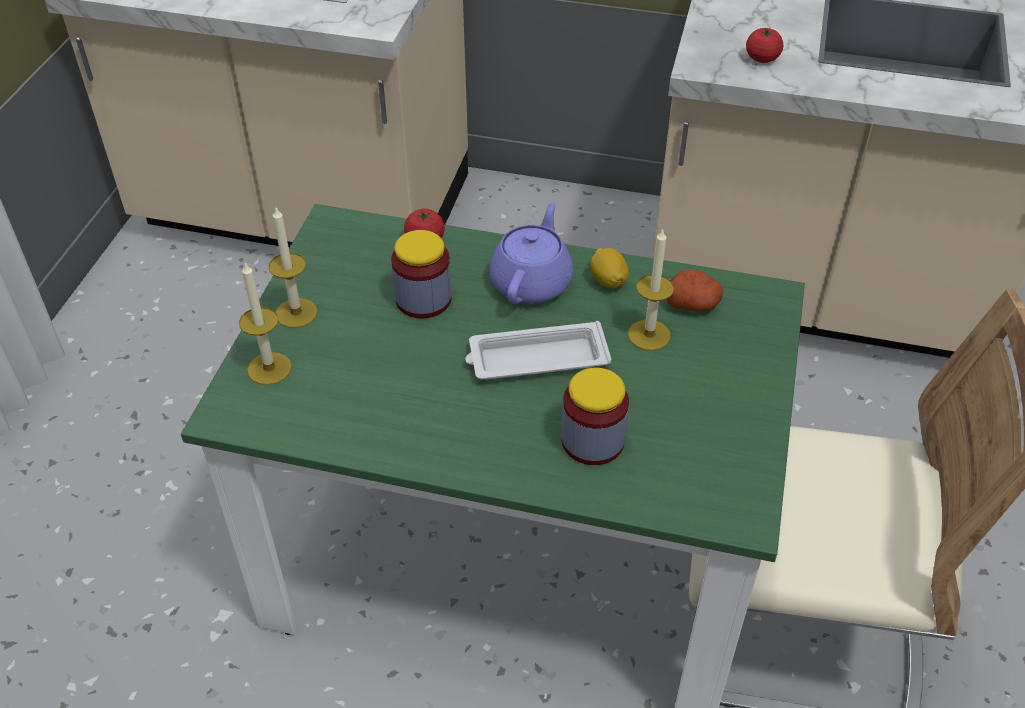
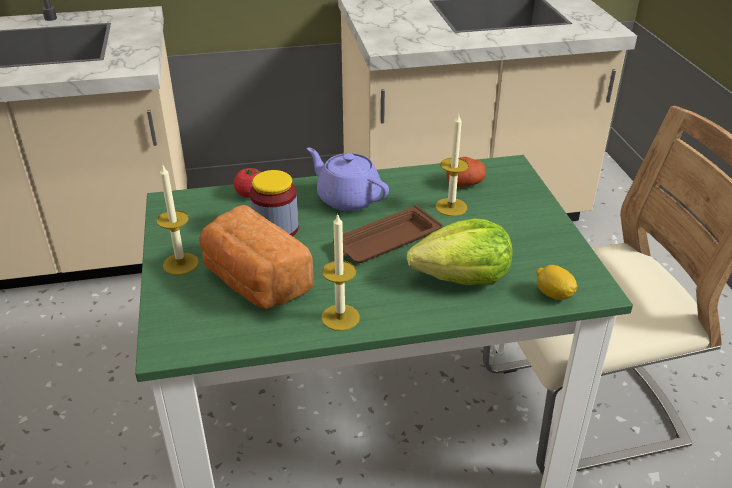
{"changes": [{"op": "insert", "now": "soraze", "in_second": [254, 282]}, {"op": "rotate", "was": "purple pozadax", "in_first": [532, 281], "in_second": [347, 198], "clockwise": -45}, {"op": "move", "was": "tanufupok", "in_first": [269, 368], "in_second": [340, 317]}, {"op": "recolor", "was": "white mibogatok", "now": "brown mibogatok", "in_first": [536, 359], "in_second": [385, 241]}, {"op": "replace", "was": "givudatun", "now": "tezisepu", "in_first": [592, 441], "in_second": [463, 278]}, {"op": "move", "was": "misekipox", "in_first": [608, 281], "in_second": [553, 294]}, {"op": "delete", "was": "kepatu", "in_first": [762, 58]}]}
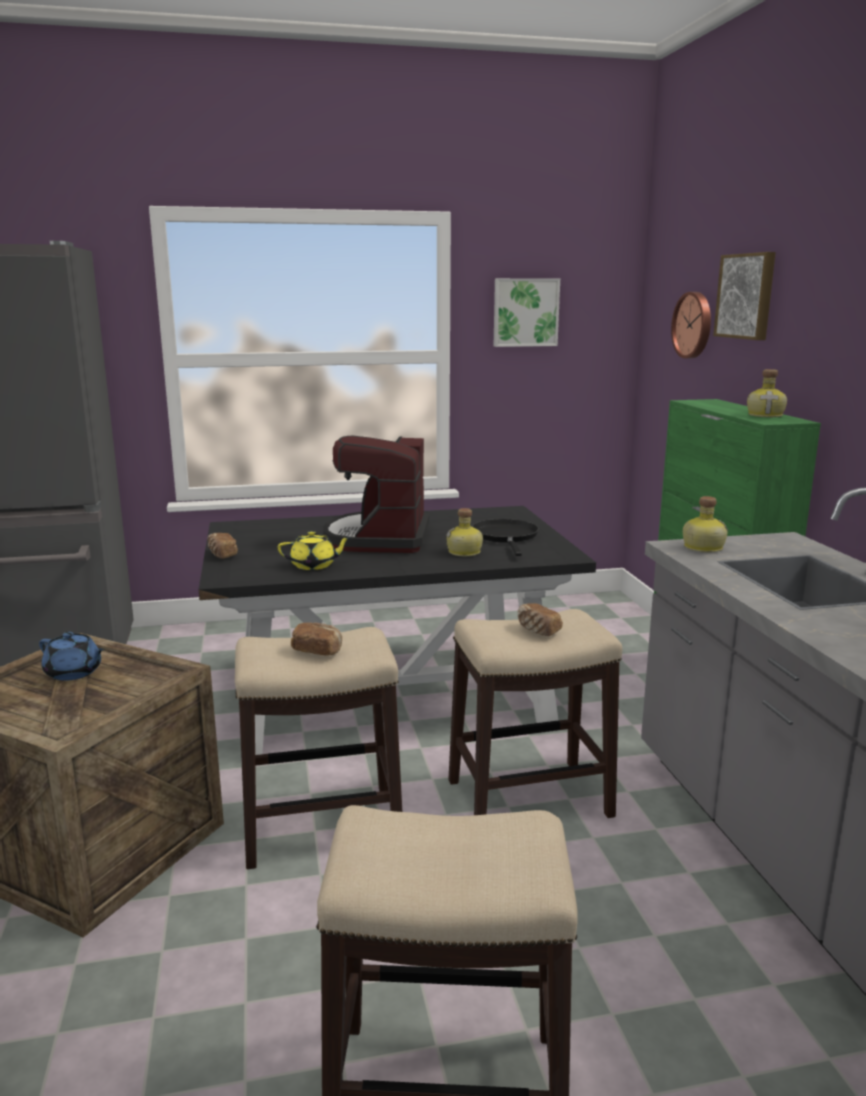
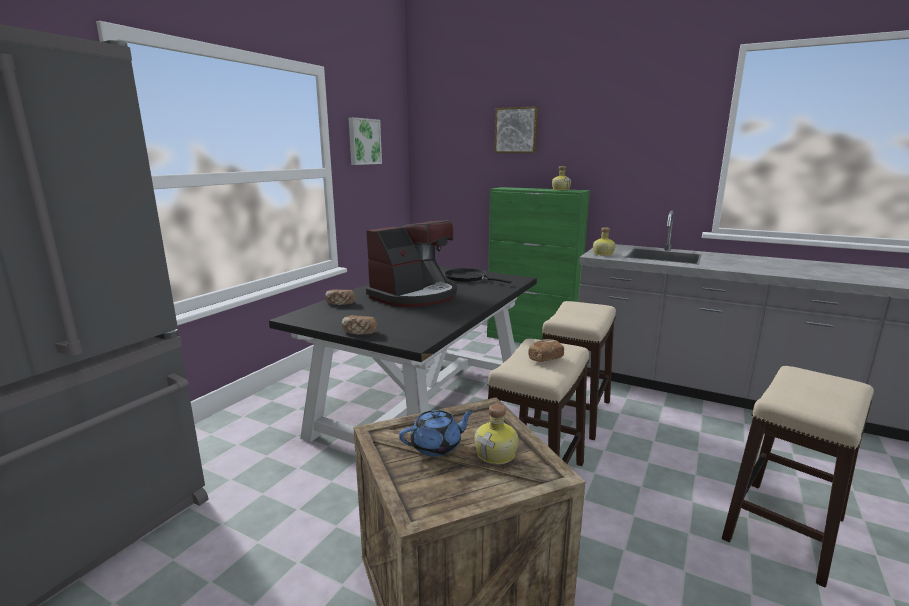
{"changes": [{"op": "move", "was": "soraze", "in_first": [537, 630], "in_second": [340, 303]}, {"op": "rotate", "was": "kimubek", "in_first": [379, 538], "in_second": [414, 296], "clockwise": -90}, {"op": "move", "was": "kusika", "in_first": [465, 552], "in_second": [497, 454]}, {"op": "delete", "was": "yellow pozadax", "in_first": [314, 565]}, {"op": "delete", "was": "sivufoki", "in_first": [694, 325]}]}
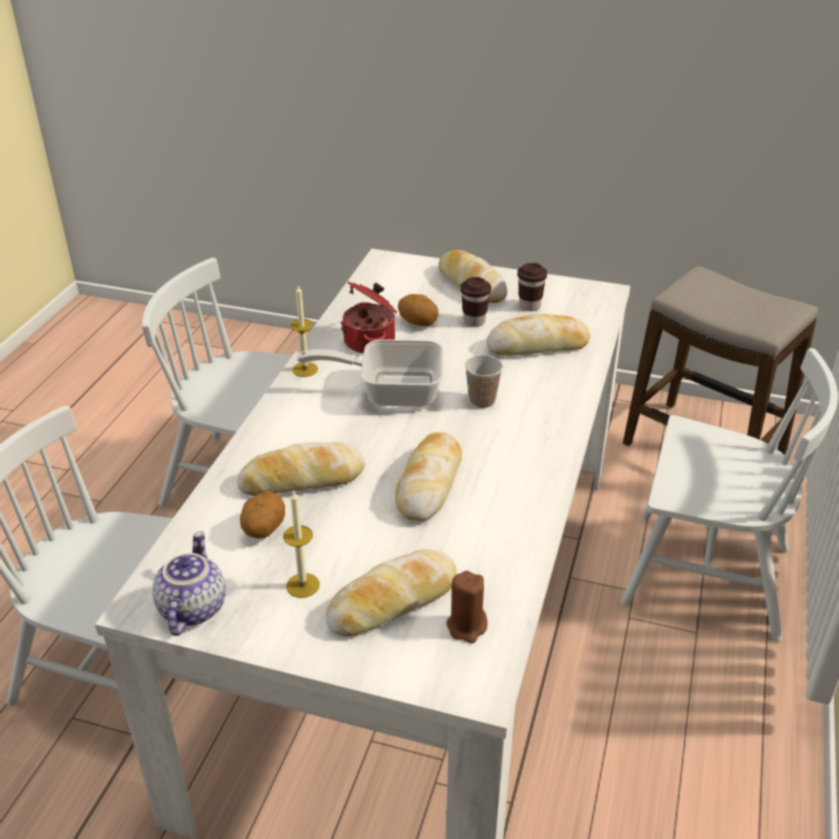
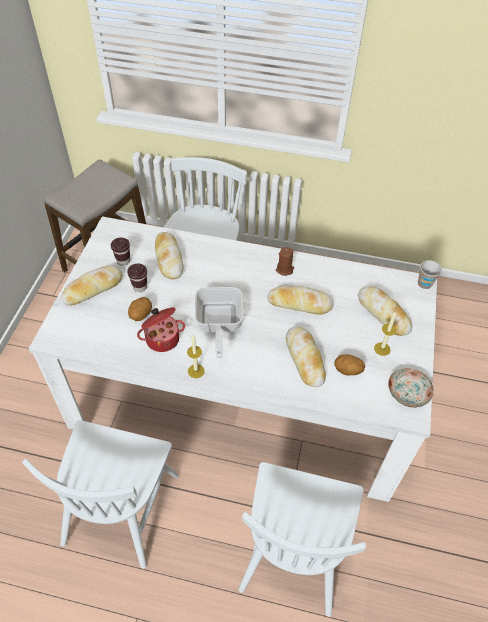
{"changes": [{"op": "move", "was": "brown tanufupok", "in_first": [467, 626], "in_second": [285, 269]}, {"op": "replace", "was": "pozadax", "now": "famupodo", "in_first": [191, 608], "in_second": [408, 393]}, {"op": "move", "was": "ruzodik", "in_first": [482, 401], "in_second": [424, 284]}]}
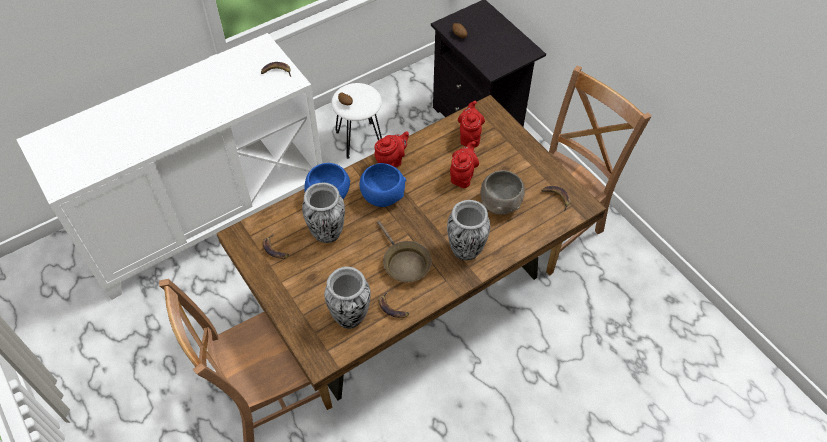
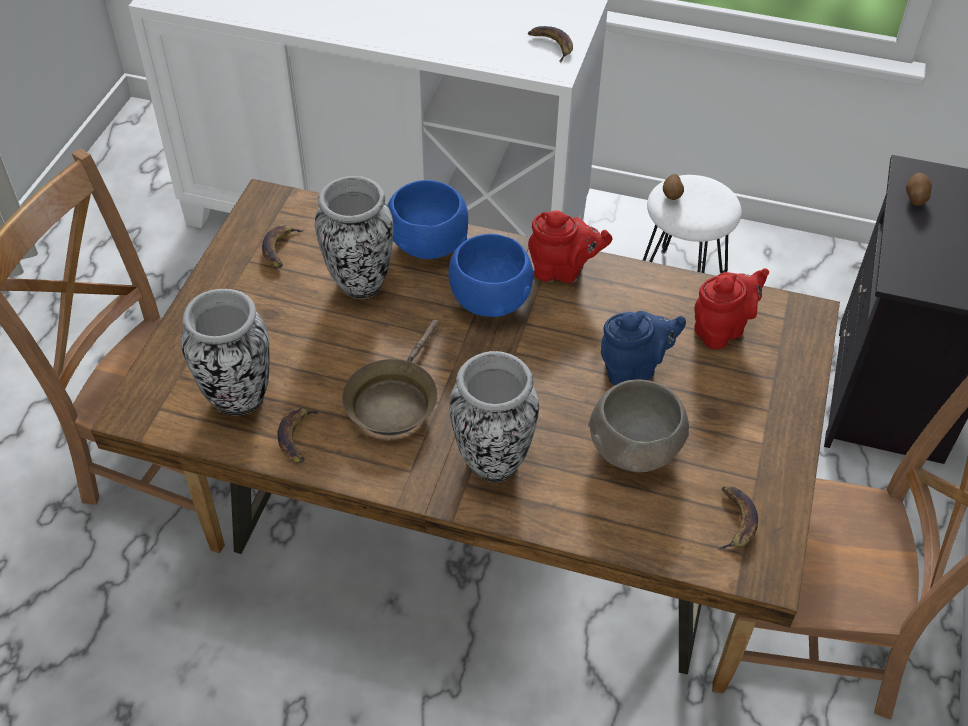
{"changes": [{"op": "recolor", "was": "red pozadax", "now": "blue pozadax", "in_first": [462, 176], "in_second": [634, 368]}]}
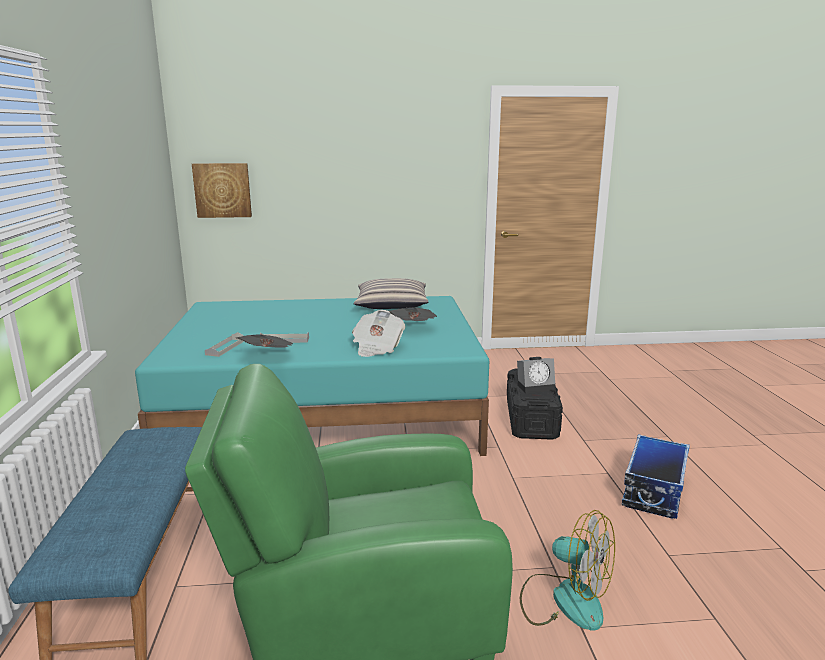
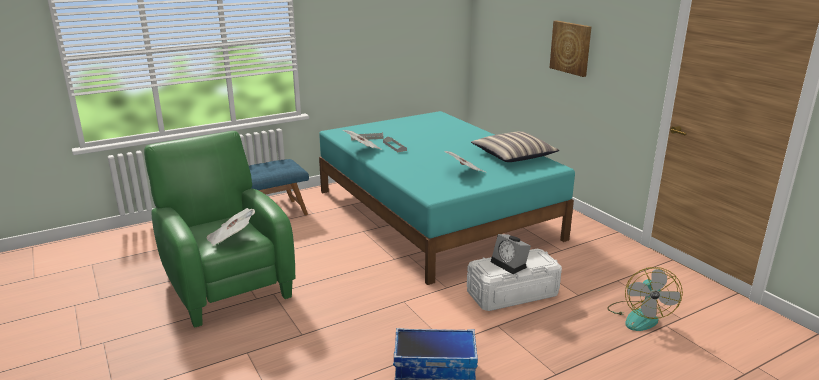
{"changes": [{"op": "move", "was": "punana", "in_first": [377, 348], "in_second": [231, 238]}, {"op": "recolor", "was": "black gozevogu", "now": "white gozevogu", "in_first": [531, 419], "in_second": [512, 294]}, {"op": "move", "was": "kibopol", "in_first": [222, 190], "in_second": [571, 48]}, {"op": "move", "was": "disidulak", "in_first": [564, 599], "in_second": [639, 316]}]}
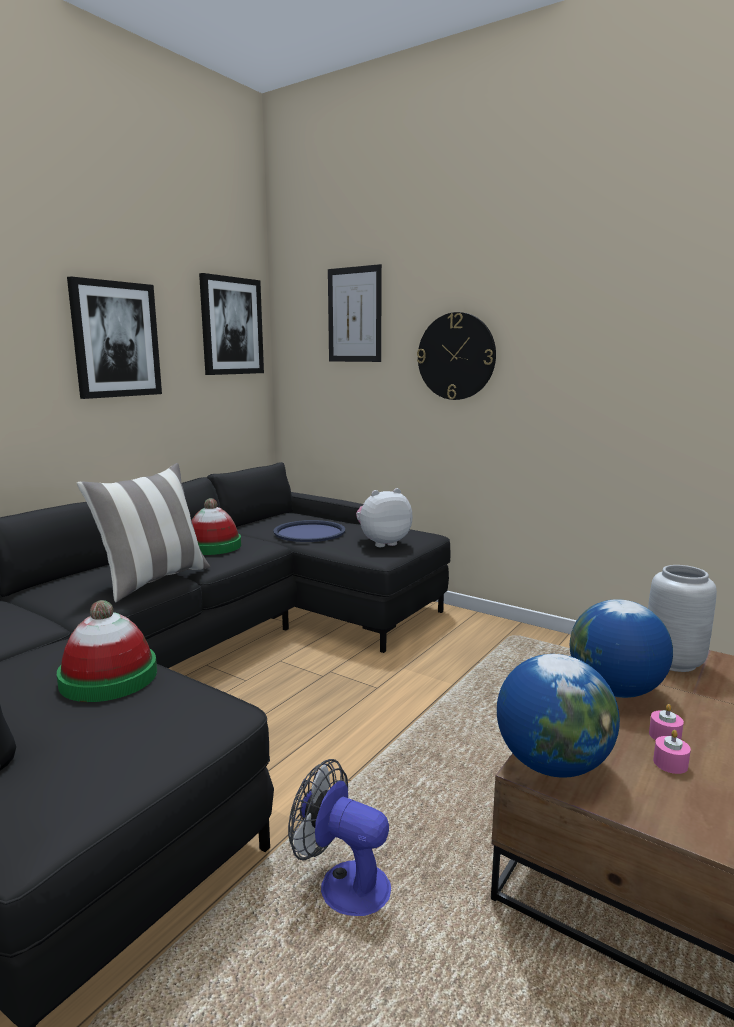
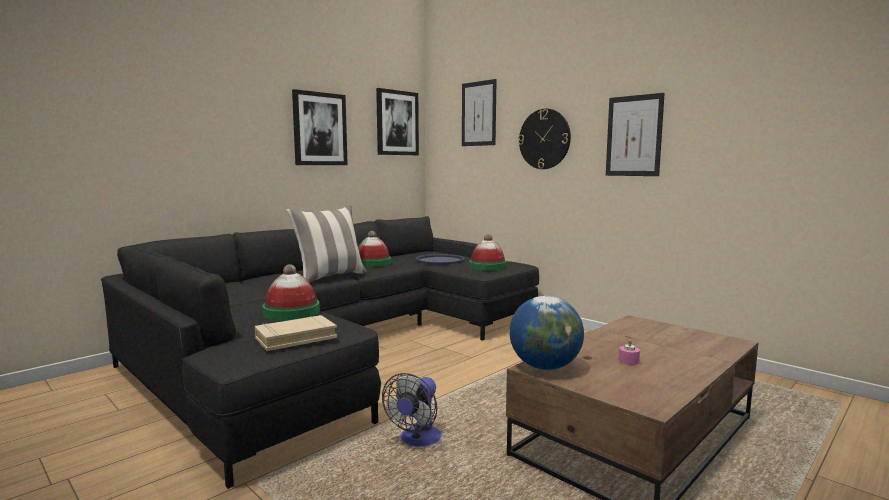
{"changes": [{"op": "insert", "now": "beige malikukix", "in_second": [295, 338]}, {"op": "rotate", "was": "disidulak", "in_first": [343, 884], "in_second": [417, 441], "clockwise": -105}, {"op": "replace", "was": "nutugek", "now": "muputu", "in_first": [382, 543], "in_second": [487, 266]}, {"op": "insert", "now": "kibopol", "in_second": [634, 136]}, {"op": "delete", "was": "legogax", "in_first": [614, 690]}, {"op": "delete", "was": "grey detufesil", "in_first": [674, 662]}, {"op": "delete", "was": "pink tanufupok", "in_first": [670, 763]}]}
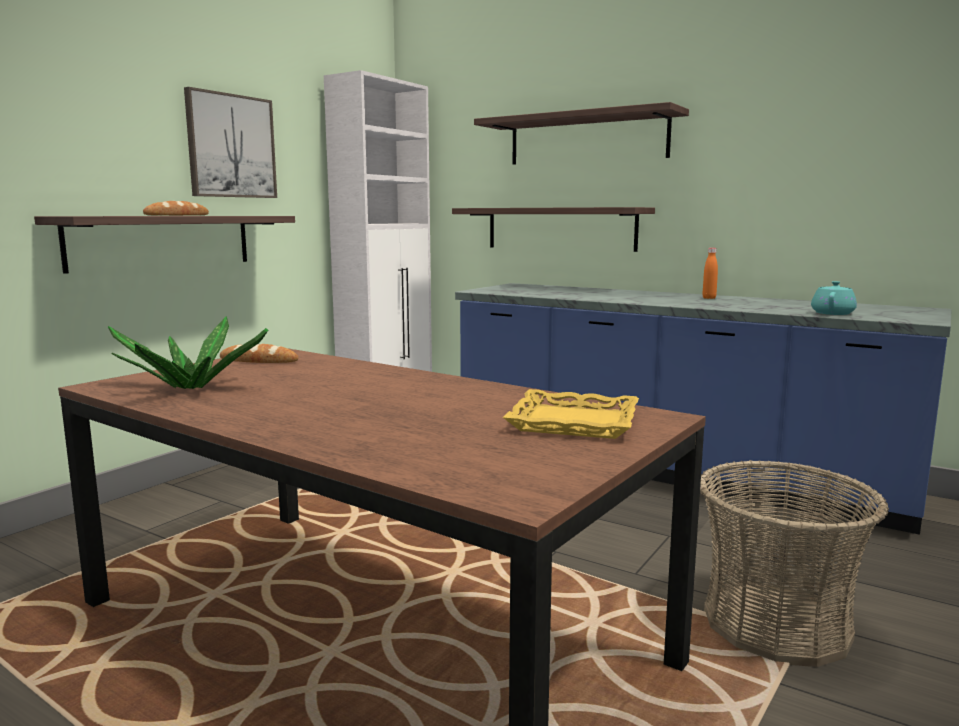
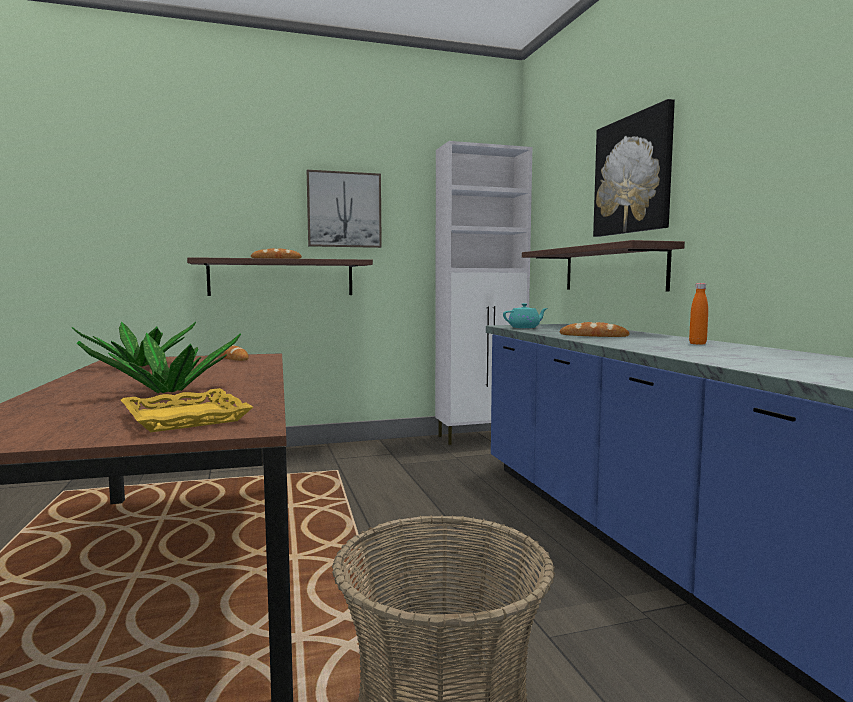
{"changes": [{"op": "insert", "now": "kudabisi", "in_second": [168, 392]}, {"op": "move", "was": "turquoise pozadax", "in_first": [832, 313], "in_second": [525, 327]}, {"op": "insert", "now": "soraze", "in_second": [593, 336]}, {"op": "replace", "was": "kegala", "now": "kibopol", "in_first": [587, 139], "in_second": [633, 175]}]}
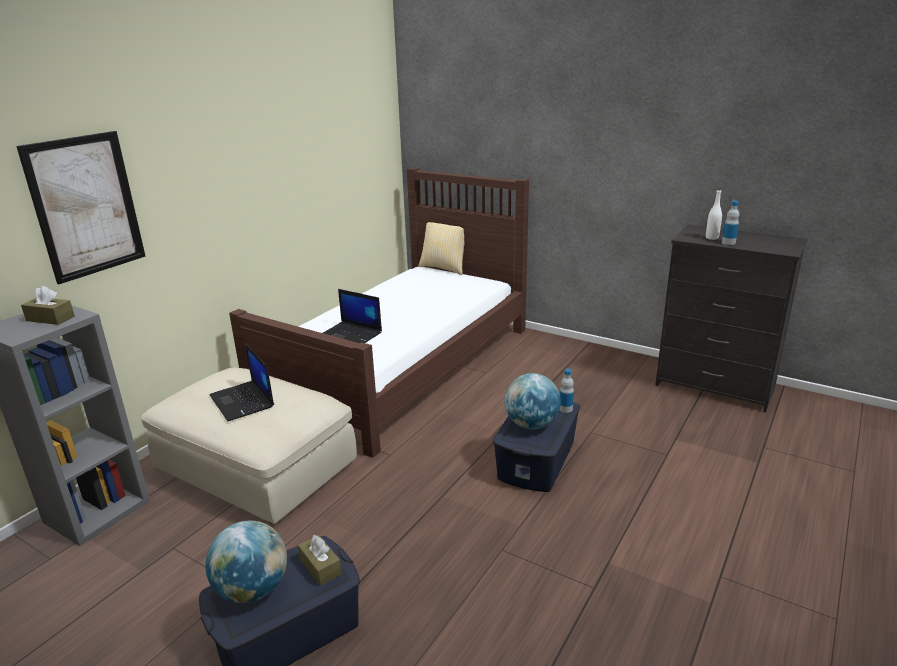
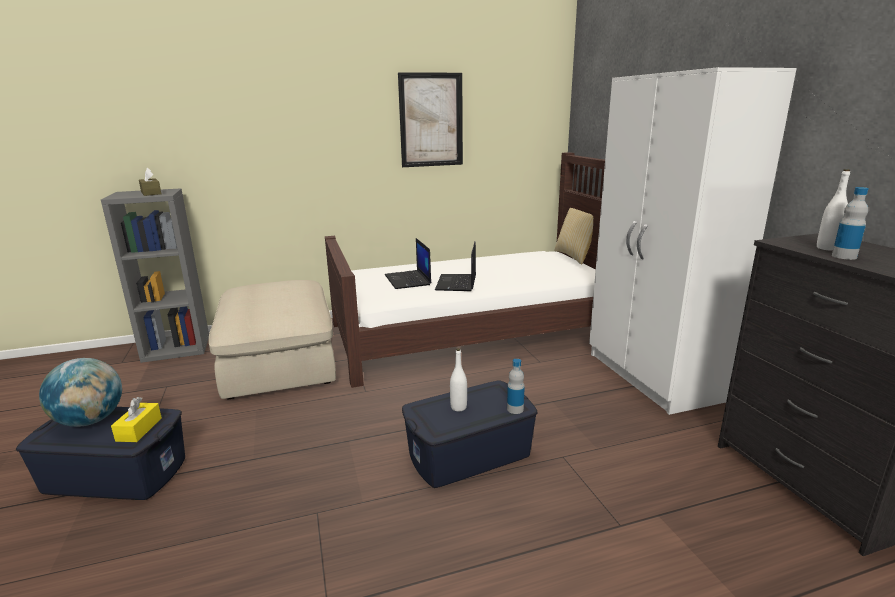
{"changes": [{"op": "recolor", "was": "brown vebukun", "now": "yellow vebukun", "in_first": [320, 567], "in_second": [139, 429]}, {"op": "move", "was": "kibopol", "in_first": [86, 206], "in_second": [431, 120]}, {"op": "move", "was": "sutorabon", "in_first": [243, 401], "in_second": [457, 283]}, {"op": "replace", "was": "legogax", "now": "white kusika", "in_first": [531, 424], "in_second": [458, 407]}, {"op": "insert", "now": "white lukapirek", "in_second": [653, 377]}]}
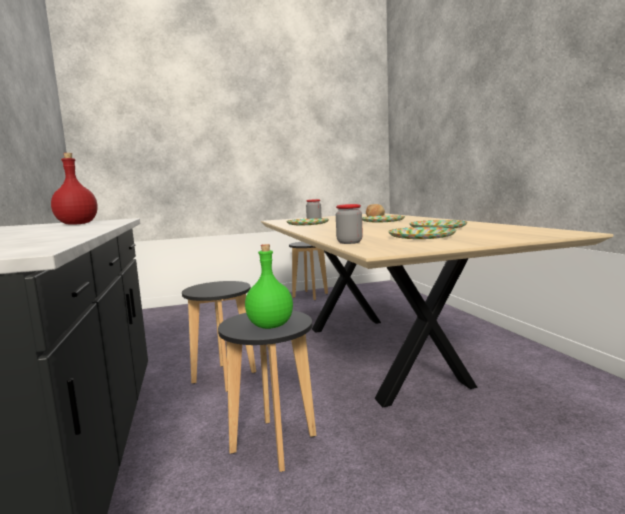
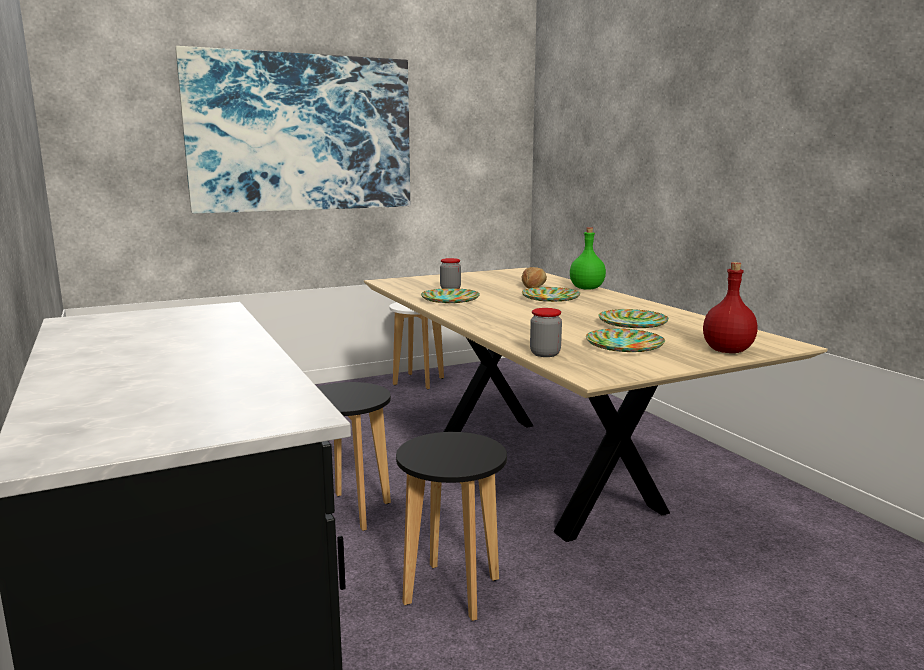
{"changes": [{"op": "insert", "now": "kibopol", "in_second": [302, 133]}, {"op": "recolor", "was": "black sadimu", "now": "white sadimu", "in_first": [310, 295], "in_second": [418, 381]}, {"op": "move", "was": "green kusika", "in_first": [271, 325], "in_second": [587, 288]}, {"op": "move", "was": "red kusika", "in_first": [78, 224], "in_second": [728, 351]}]}
